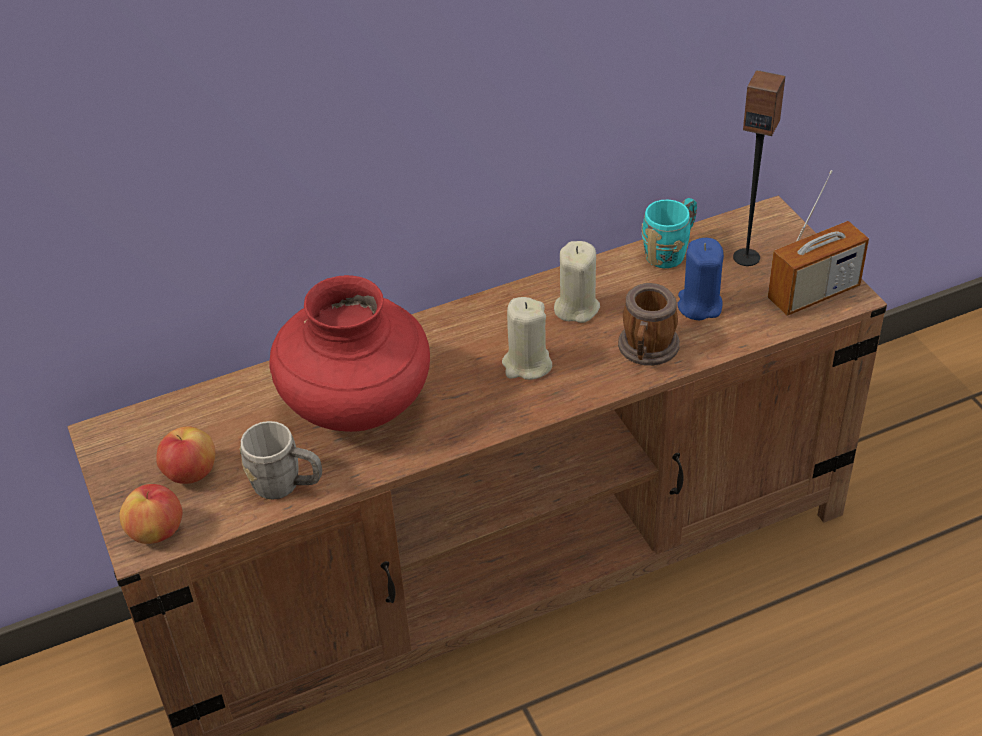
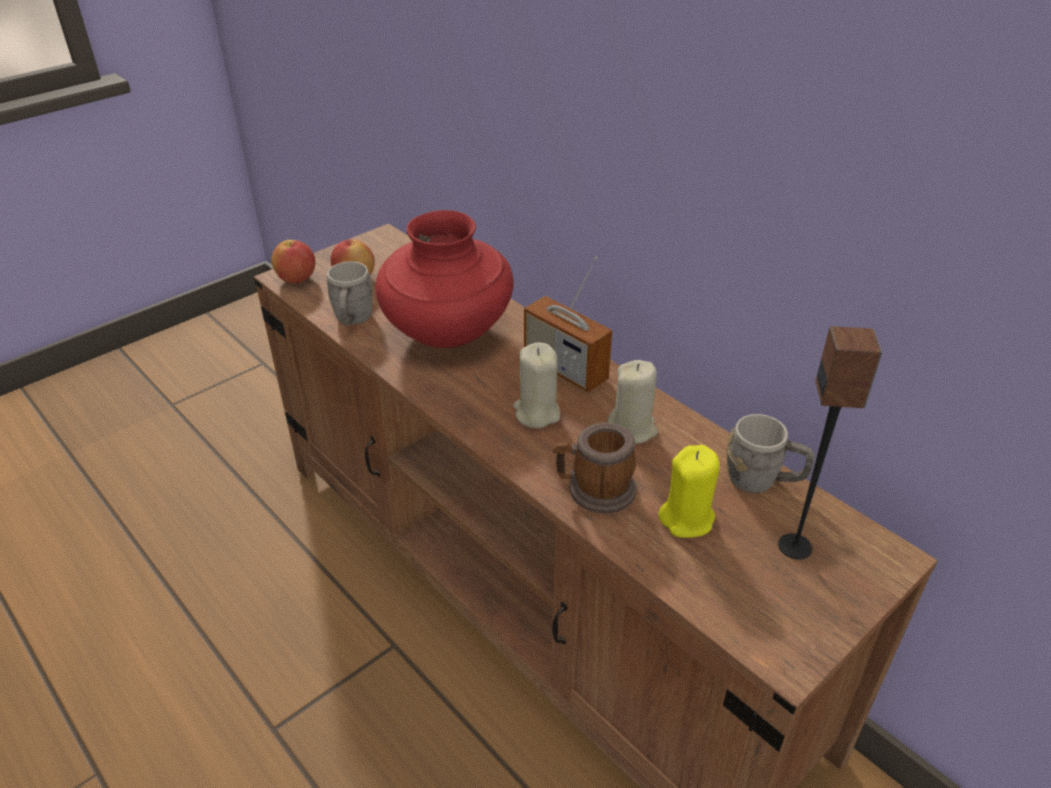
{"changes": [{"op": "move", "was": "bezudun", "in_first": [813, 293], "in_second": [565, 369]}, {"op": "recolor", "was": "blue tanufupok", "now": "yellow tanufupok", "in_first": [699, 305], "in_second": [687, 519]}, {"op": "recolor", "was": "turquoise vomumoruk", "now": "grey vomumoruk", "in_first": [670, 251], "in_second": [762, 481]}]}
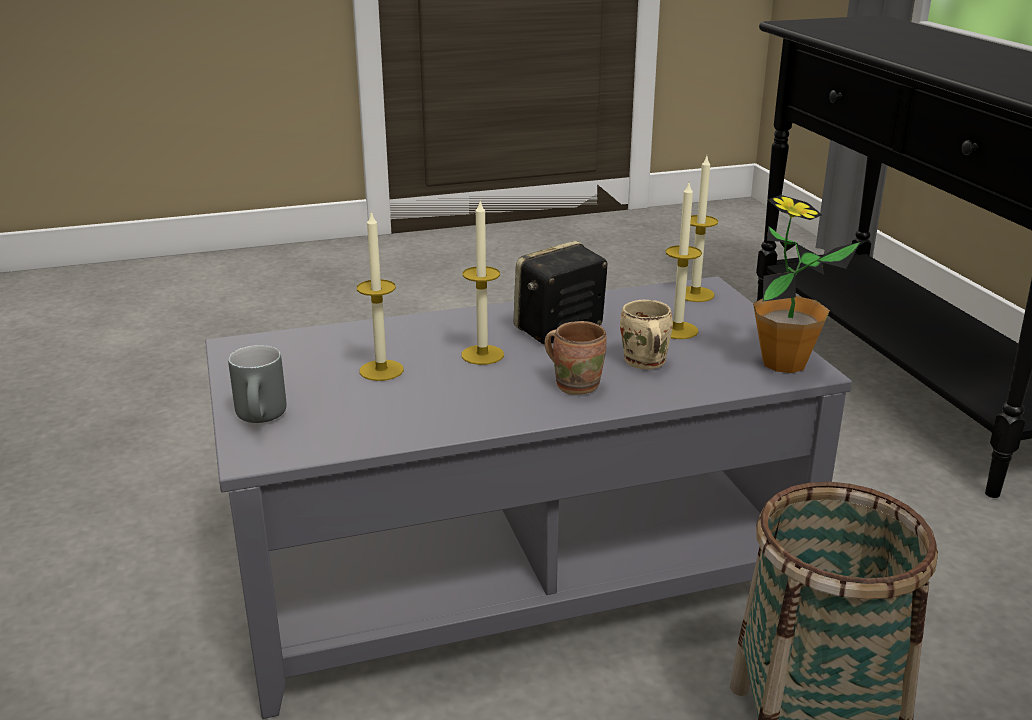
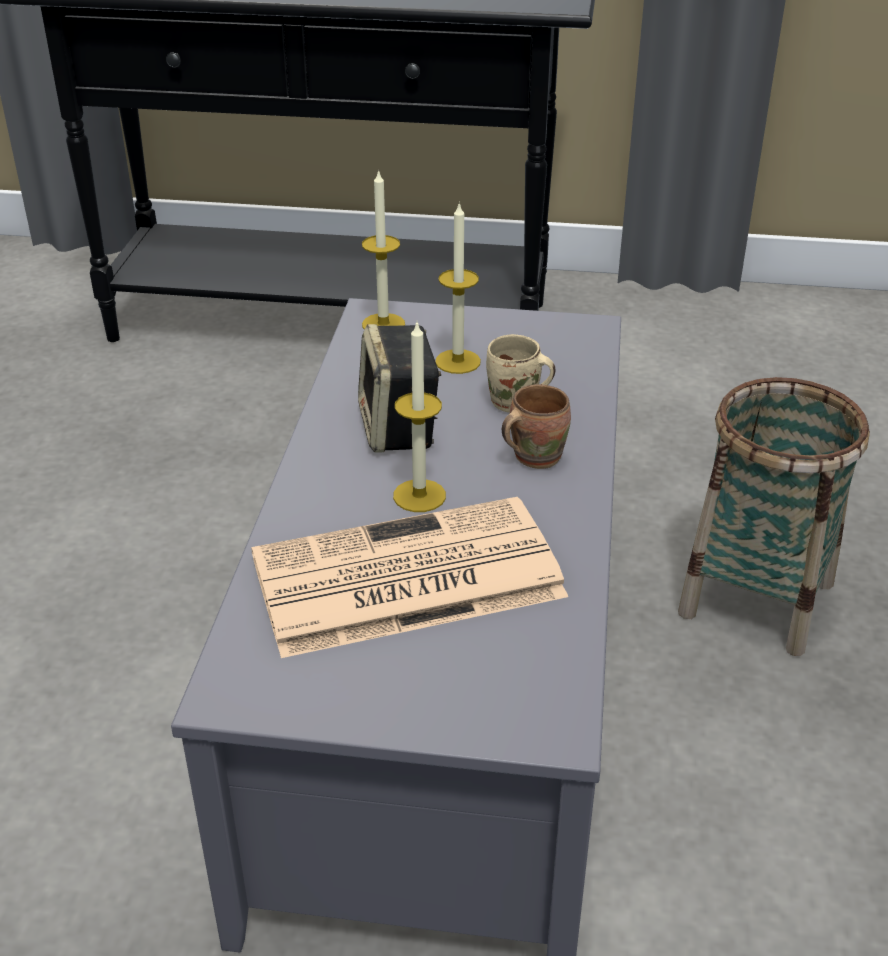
{"changes": [{"op": "replace", "was": "tanufupok", "now": "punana", "in_first": [381, 370], "in_second": [403, 579]}, {"op": "delete", "was": "grey vomumoruk", "in_first": [264, 419]}, {"op": "delete", "was": "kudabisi", "in_first": [784, 363]}]}
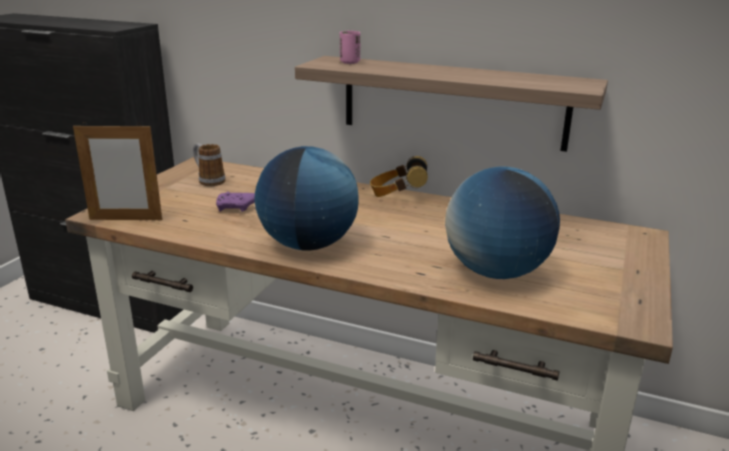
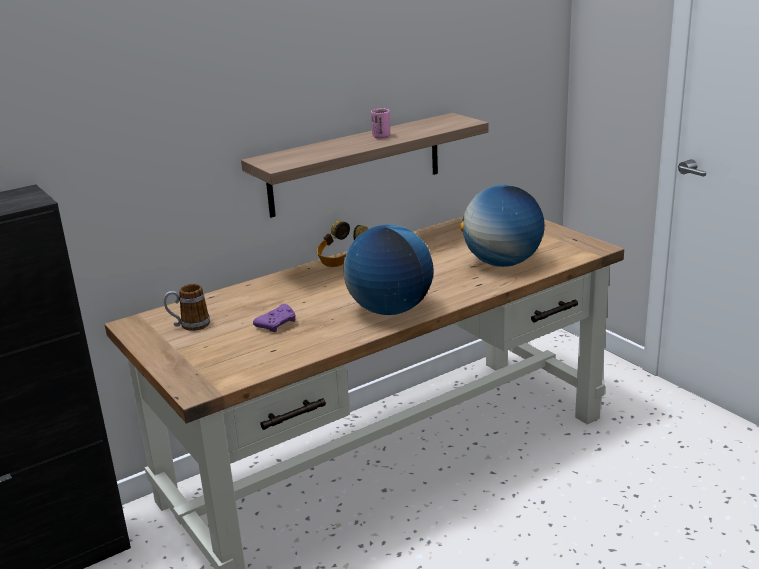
{"changes": [{"op": "move", "was": "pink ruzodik", "in_first": [350, 62], "in_second": [381, 136]}, {"op": "delete", "was": "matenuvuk", "in_first": [126, 219]}]}
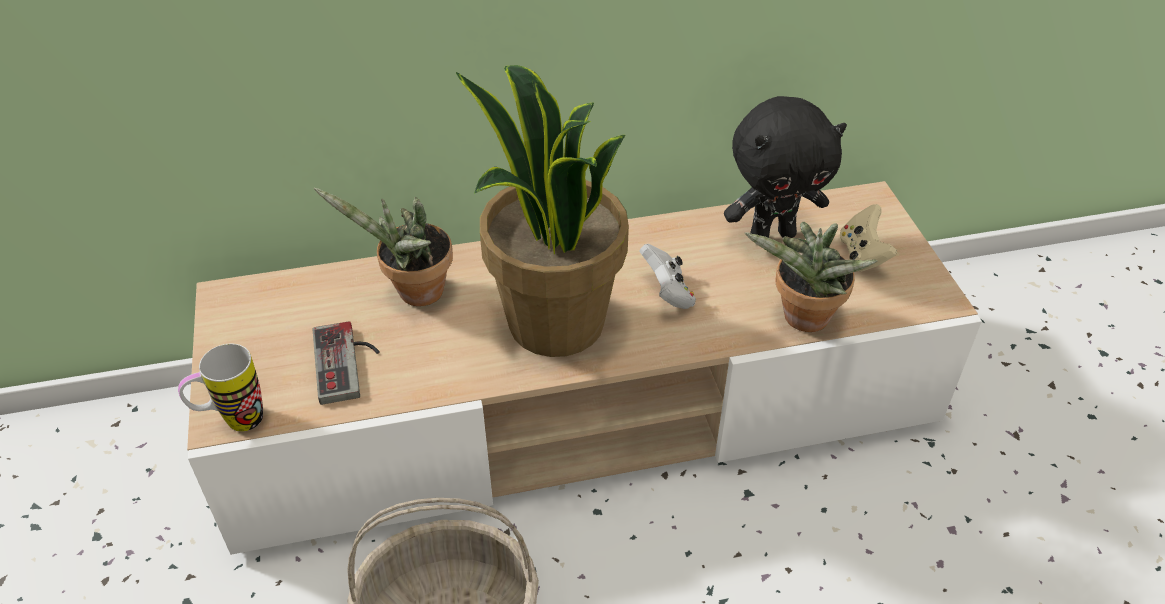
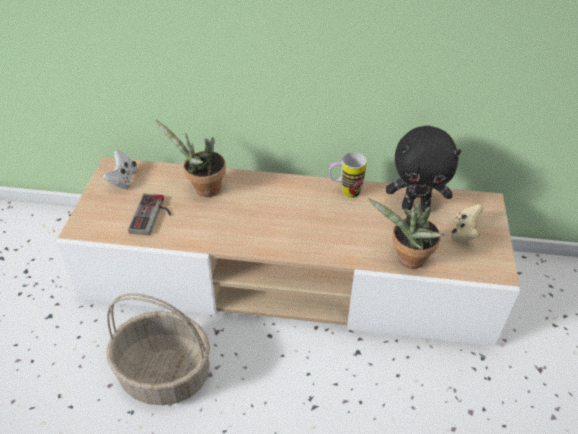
{"changes": [{"op": "move", "was": "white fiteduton", "in_first": [667, 293], "in_second": [123, 179]}, {"op": "move", "was": "vomumoruk", "in_first": [233, 422], "in_second": [345, 192]}, {"op": "delete", "was": "kudabisi", "in_first": [554, 323]}]}
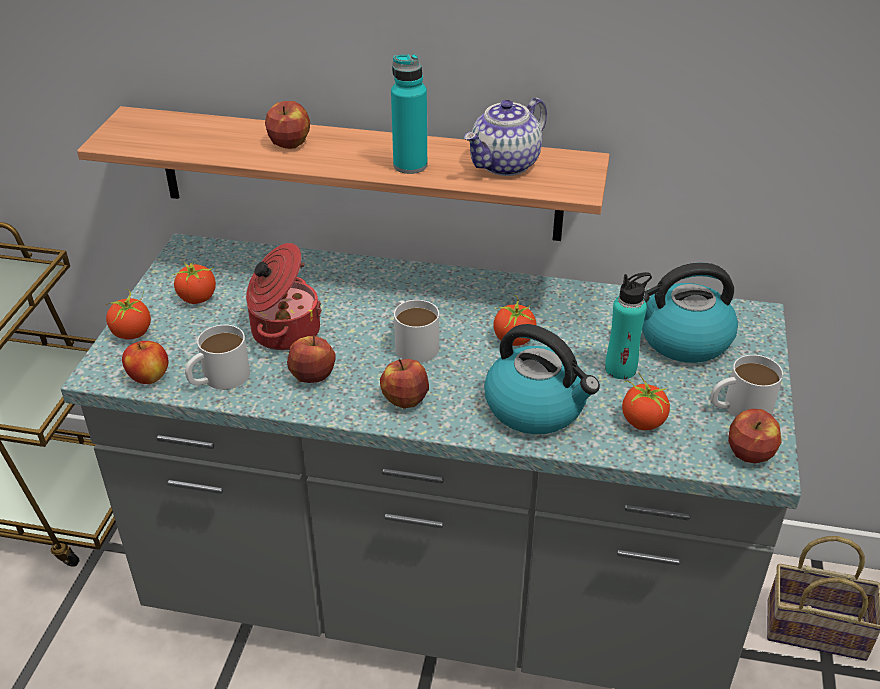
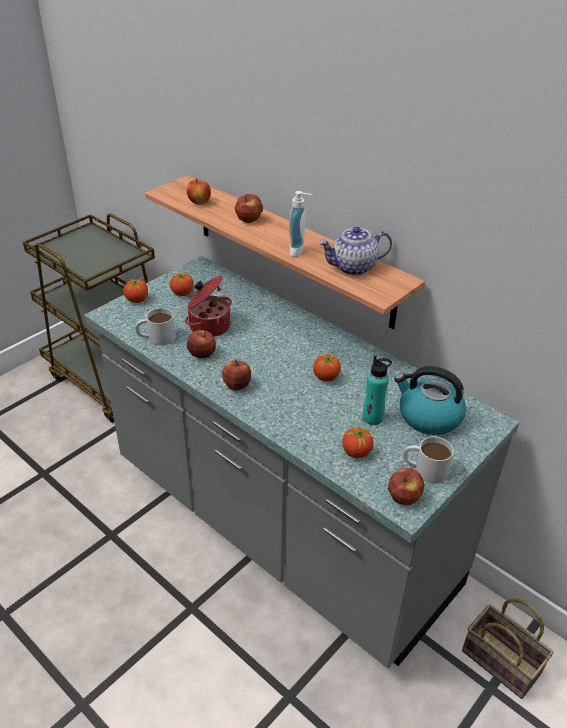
{"changes": [{"op": "move", "was": "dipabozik", "in_first": [149, 377], "in_second": [199, 202]}, {"op": "replace", "was": "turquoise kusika", "now": "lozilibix", "in_first": [410, 165], "in_second": [299, 251]}, {"op": "delete", "was": "white vomumoruk", "in_first": [412, 342]}, {"op": "delete", "was": "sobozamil", "in_first": [537, 407]}]}
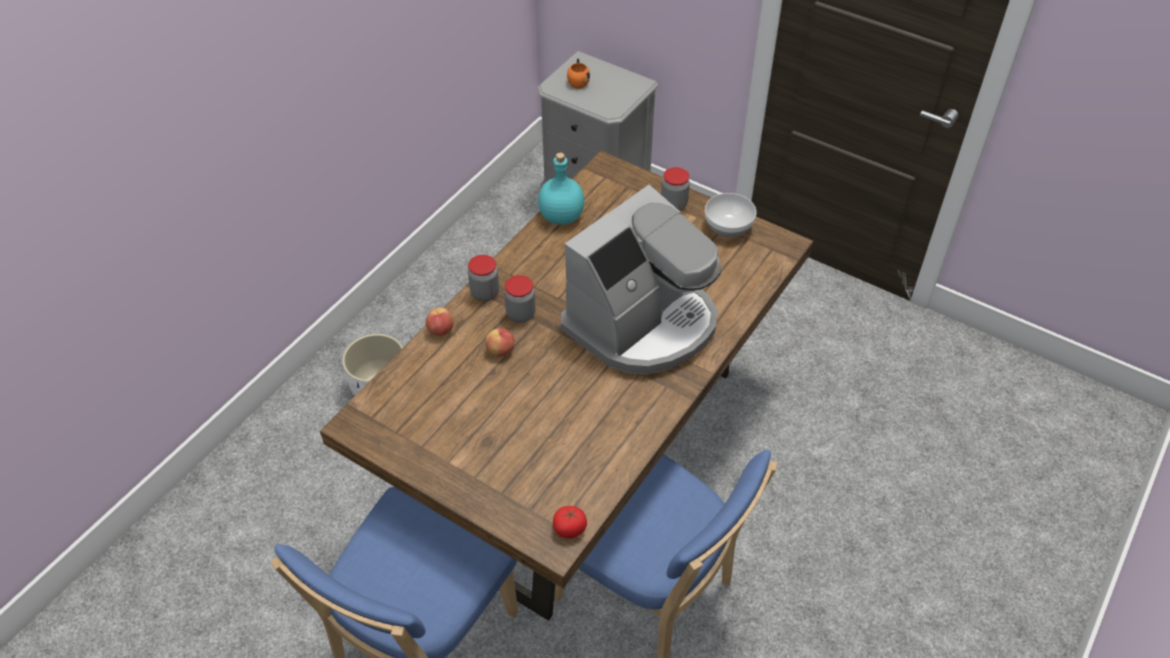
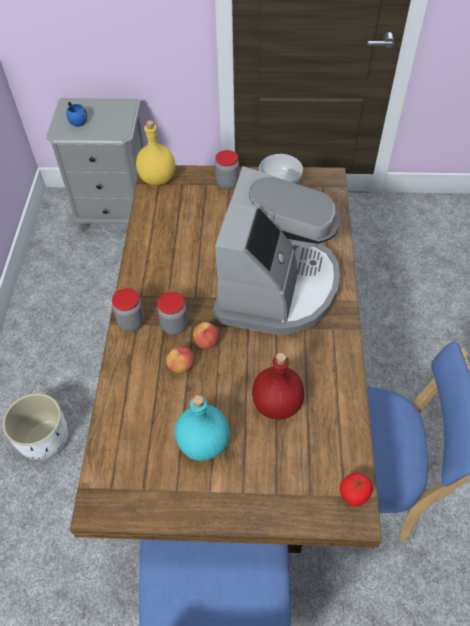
{"changes": [{"op": "recolor", "was": "orange vomumoruk", "now": "blue vomumoruk", "in_first": [578, 80], "in_second": [77, 120]}, {"op": "insert", "now": "yellow kusika", "in_second": [158, 179]}, {"op": "move", "was": "turquoise kusika", "in_first": [561, 217], "in_second": [203, 444]}, {"op": "move", "was": "dipabozik", "in_first": [441, 330], "in_second": [206, 342]}, {"op": "insert", "now": "red kusika", "in_second": [277, 403]}]}
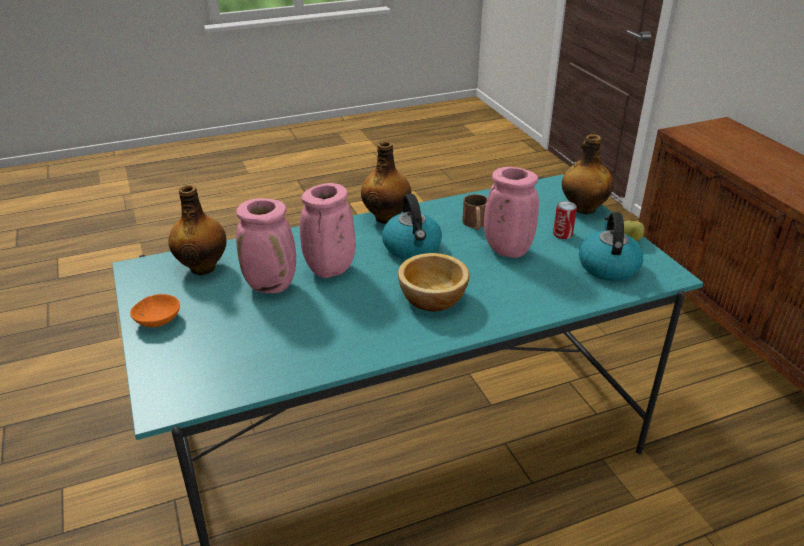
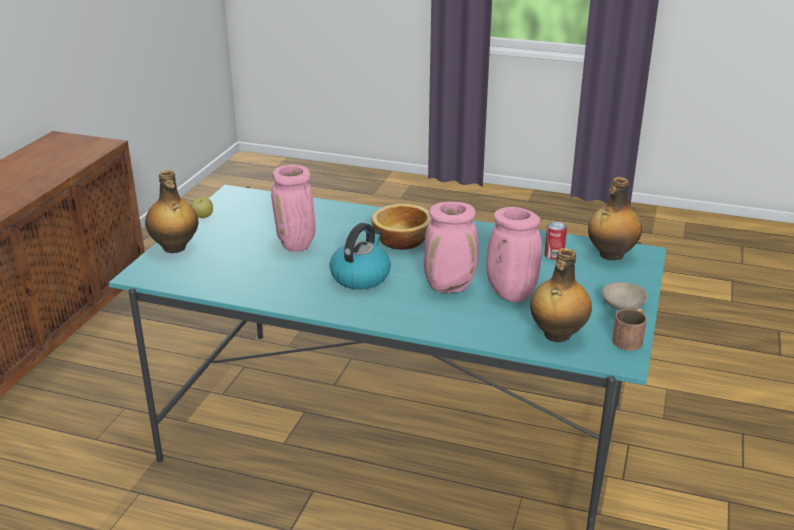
{"changes": [{"op": "move", "was": "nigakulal", "in_first": [562, 234], "in_second": [554, 255]}, {"op": "move", "was": "kusika", "in_first": [387, 217], "in_second": [610, 255]}, {"op": "recolor", "was": "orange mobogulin", "now": "beige mobogulin", "in_first": [158, 320], "in_second": [622, 305]}, {"op": "move", "was": "brown vomumoruk", "in_first": [475, 225], "in_second": [630, 338]}, {"op": "delete", "was": "sobozamil", "in_first": [607, 266]}]}
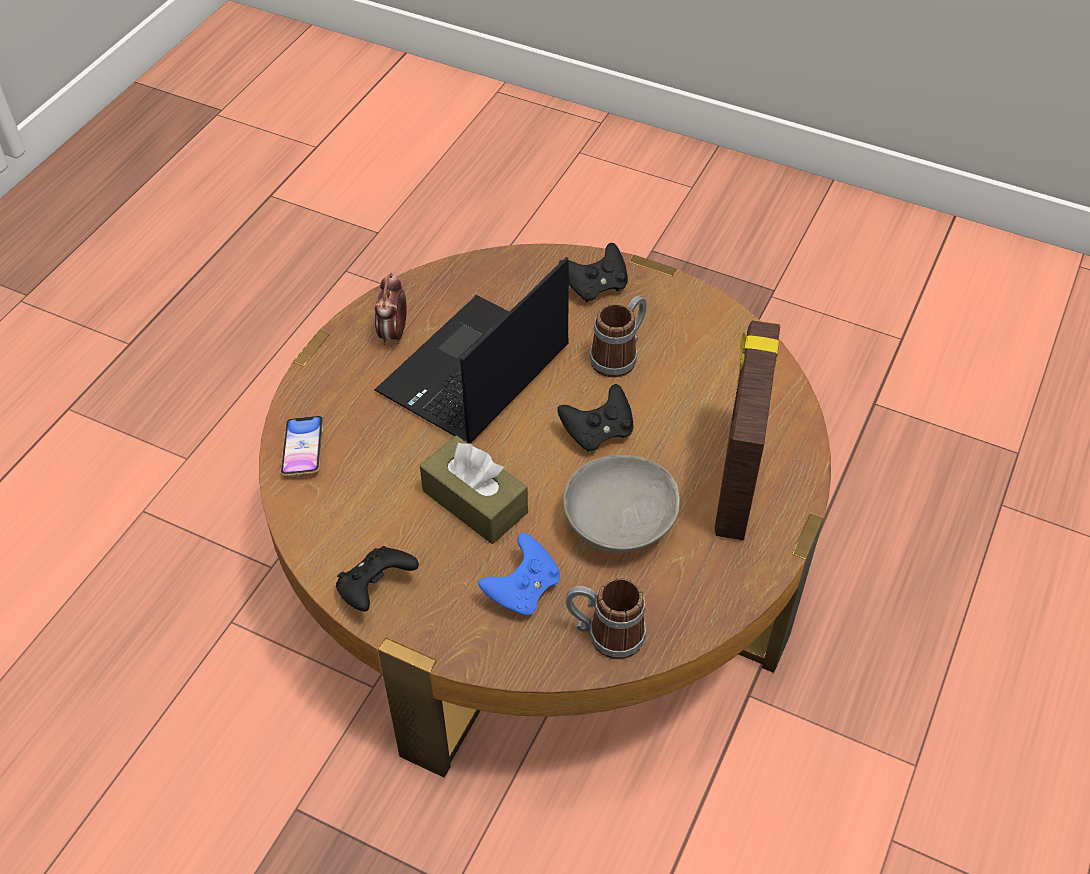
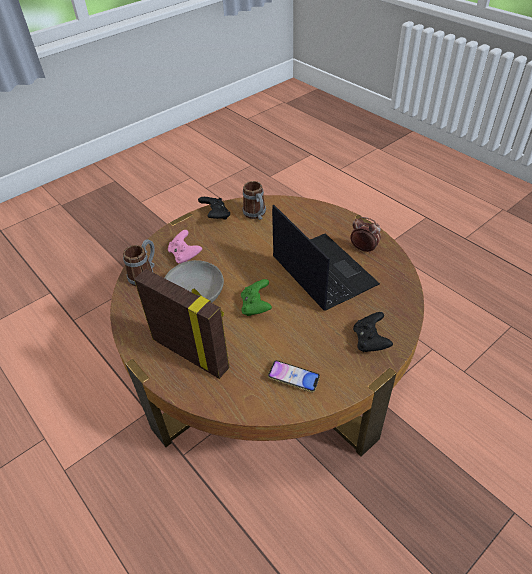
{"changes": [{"op": "recolor", "was": "blue fiteduton", "now": "pink fiteduton", "in_first": [522, 589], "in_second": [185, 255]}, {"op": "recolor", "was": "black fiteduton", "now": "green fiteduton", "in_first": [598, 432], "in_second": [256, 306]}, {"op": "move", "was": "vomumoruk", "in_first": [619, 355], "in_second": [256, 215]}, {"op": "move", "was": "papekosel", "in_first": [303, 449], "in_second": [293, 378]}, {"op": "delete", "was": "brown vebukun", "in_first": [475, 502]}]}
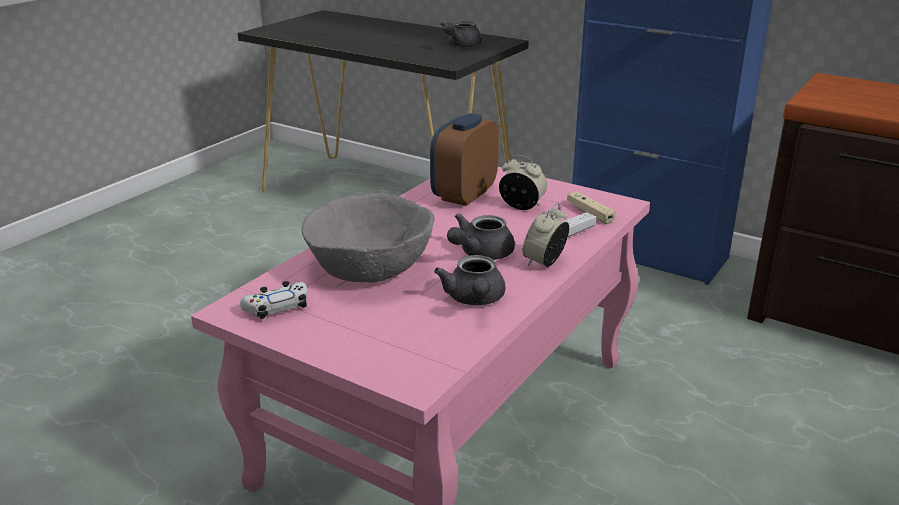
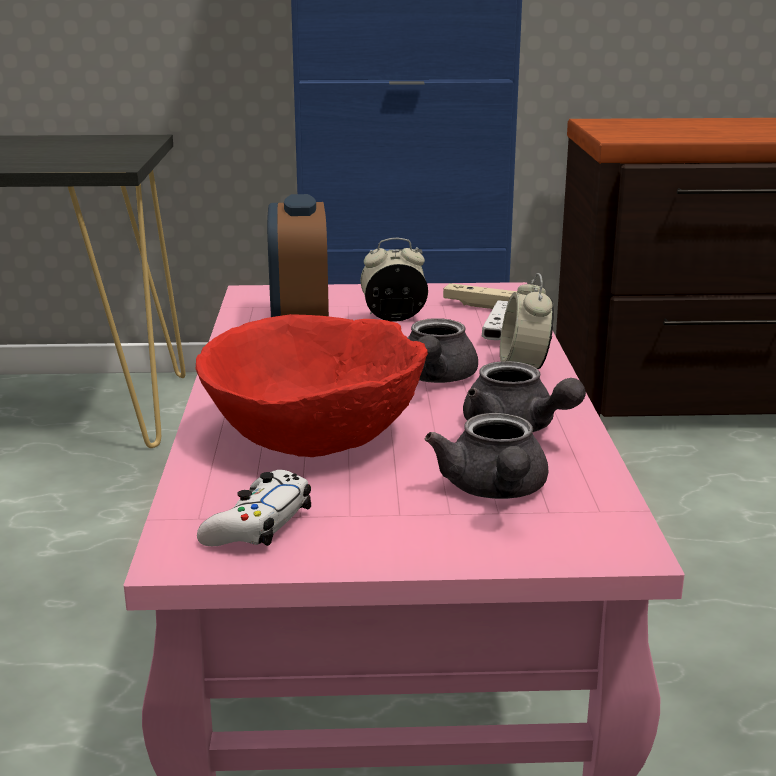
{"changes": [{"op": "recolor", "was": "grey mobogulin", "now": "red mobogulin", "in_first": [369, 268], "in_second": [314, 435]}, {"op": "move", "was": "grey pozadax", "in_first": [460, 46], "in_second": [495, 491]}]}
